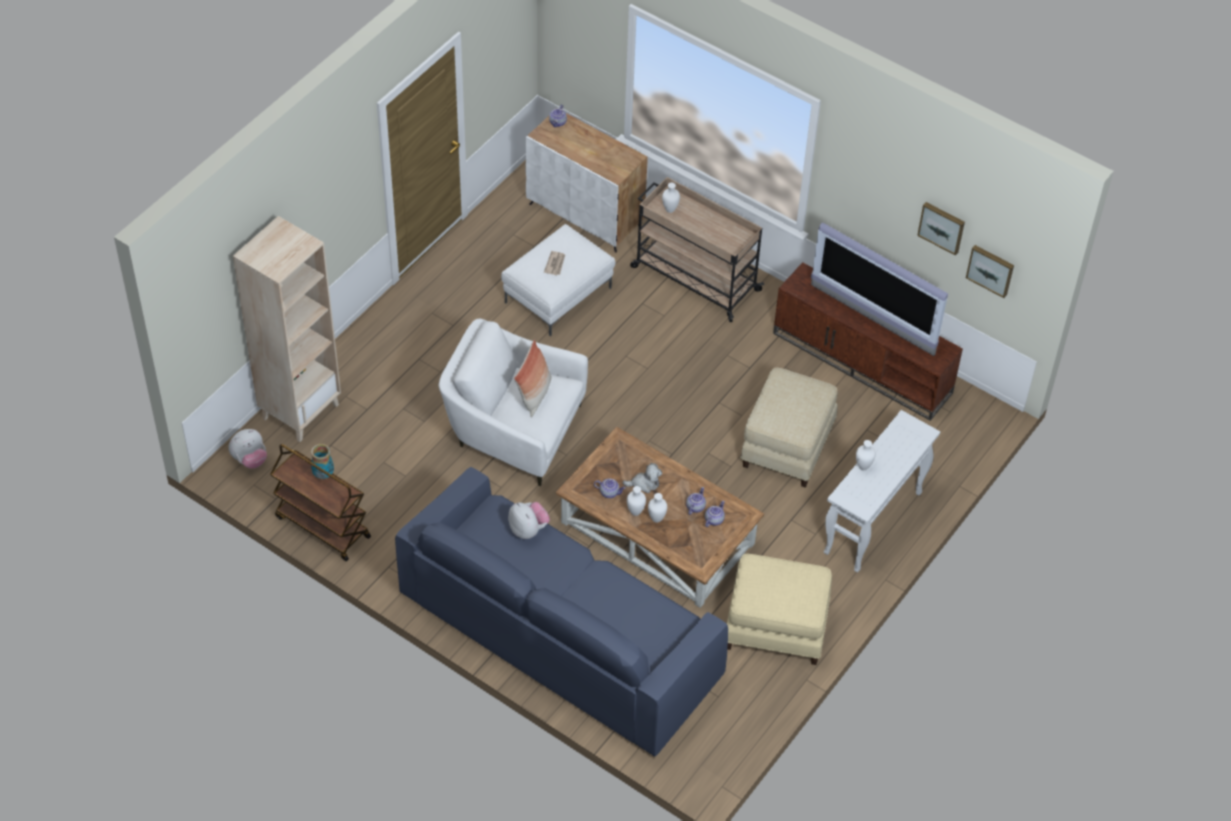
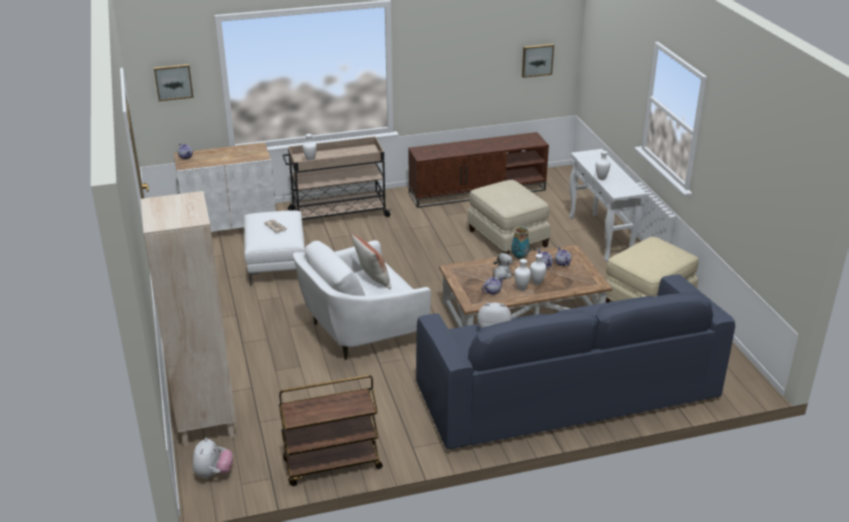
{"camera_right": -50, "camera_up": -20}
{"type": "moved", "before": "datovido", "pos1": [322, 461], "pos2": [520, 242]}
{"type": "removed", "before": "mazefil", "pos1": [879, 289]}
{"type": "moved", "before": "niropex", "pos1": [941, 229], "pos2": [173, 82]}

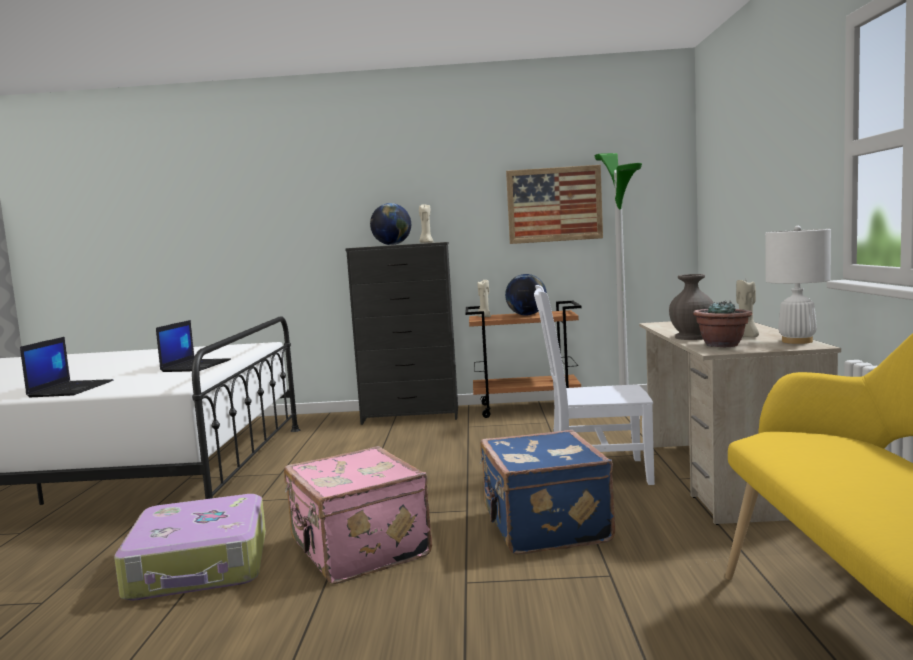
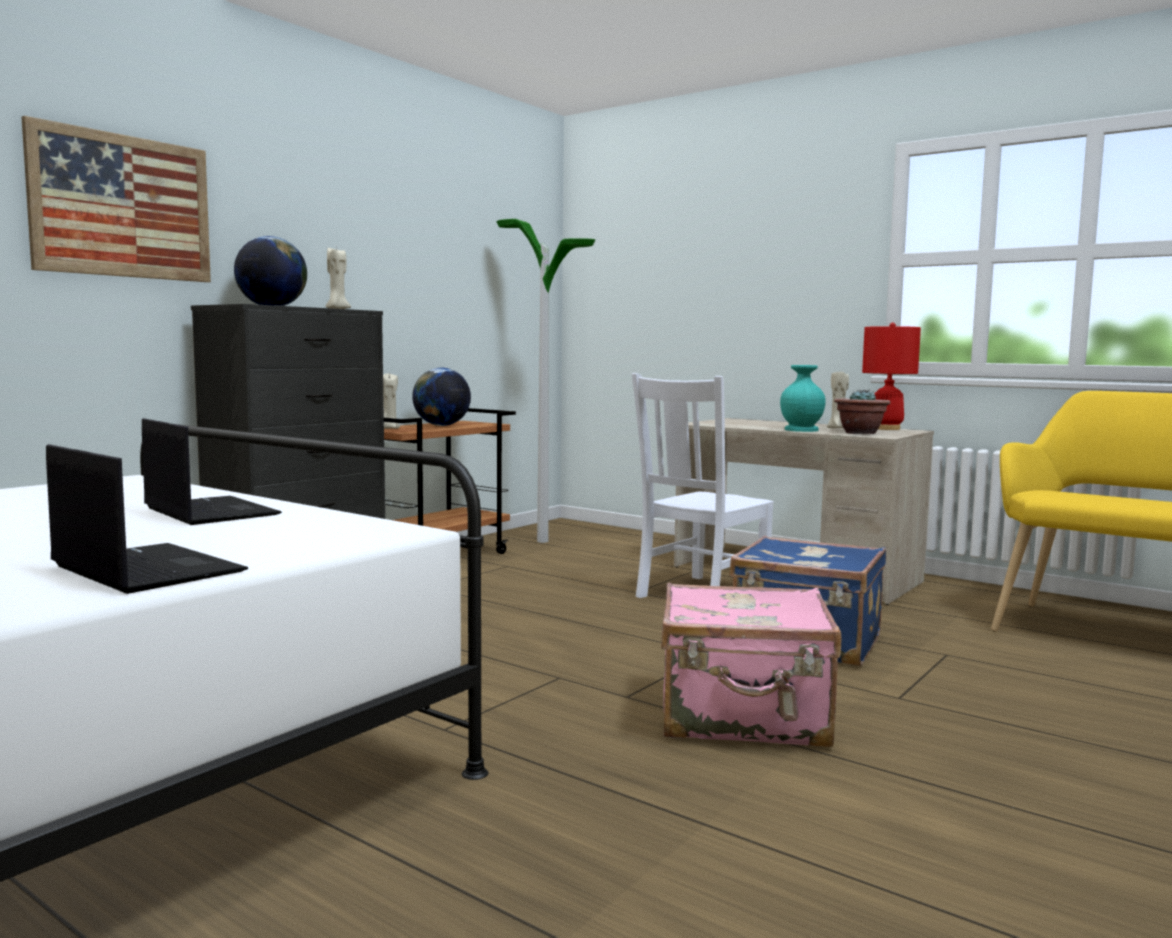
{"camera_right": -55, "camera_up": 0}
{"type": "removed", "before": "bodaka", "pos1": [190, 547]}
{"type": "moved", "before": "niropex", "pos1": [554, 204], "pos2": [116, 199]}
{"type": "recoloured", "before": "grey_datovido", "after": "turquoise_datovido", "pos1": [691, 307], "pos2": [803, 398]}
{"type": "recoloured", "before": "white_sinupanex", "after": "red_sinupanex", "pos1": [798, 285], "pos2": [891, 376]}

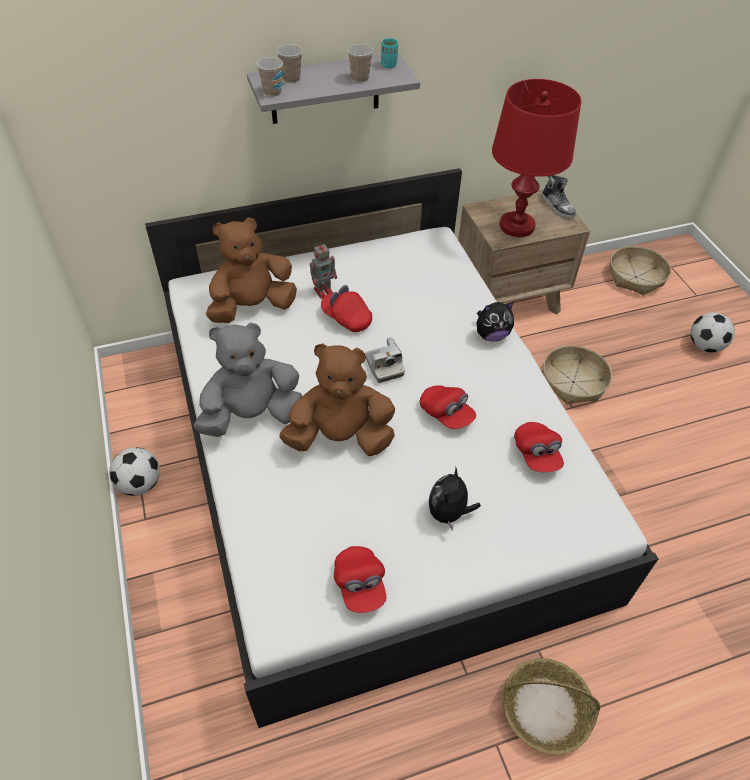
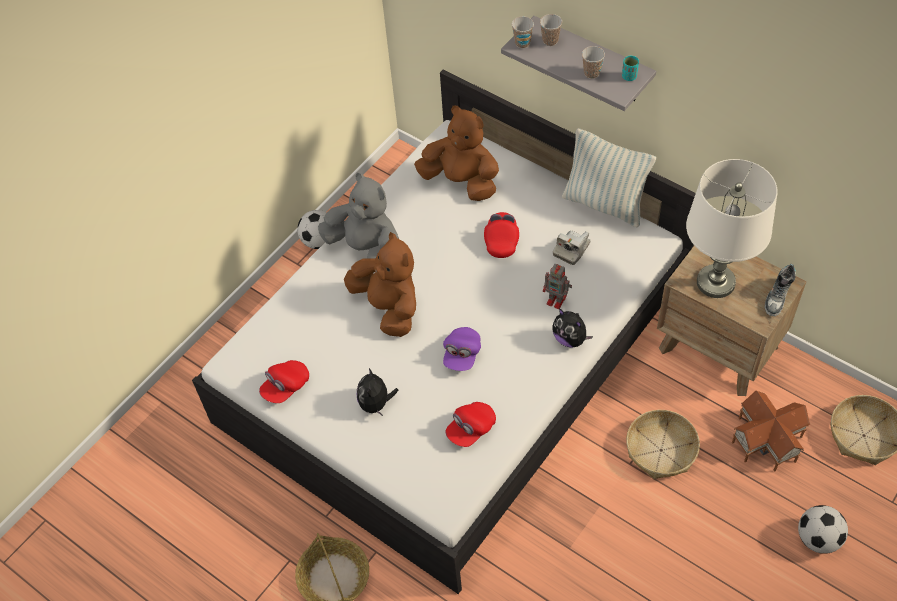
{"camera_right": 60, "camera_up": 5}
{"type": "moved", "before": "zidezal", "pos1": [323, 270], "pos2": [557, 286]}
{"type": "moved", "before": "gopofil", "pos1": [385, 360], "pos2": [572, 247]}
{"type": "recoloured", "before": "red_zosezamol", "after": "purple_zosezamol", "pos1": [448, 407], "pos2": [462, 349]}
{"type": "turned", "before": "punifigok", "pos1": [454, 499], "pos2": [377, 392], "turn": -75}
{"type": "recoloured", "before": "red_sinupanex", "after": "white_sinupanex", "pos1": [536, 158], "pos2": [731, 228]}
{"type": "added", "after": "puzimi", "pos2": [609, 177]}
{"type": "added", "after": "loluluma", "pos2": [771, 431]}

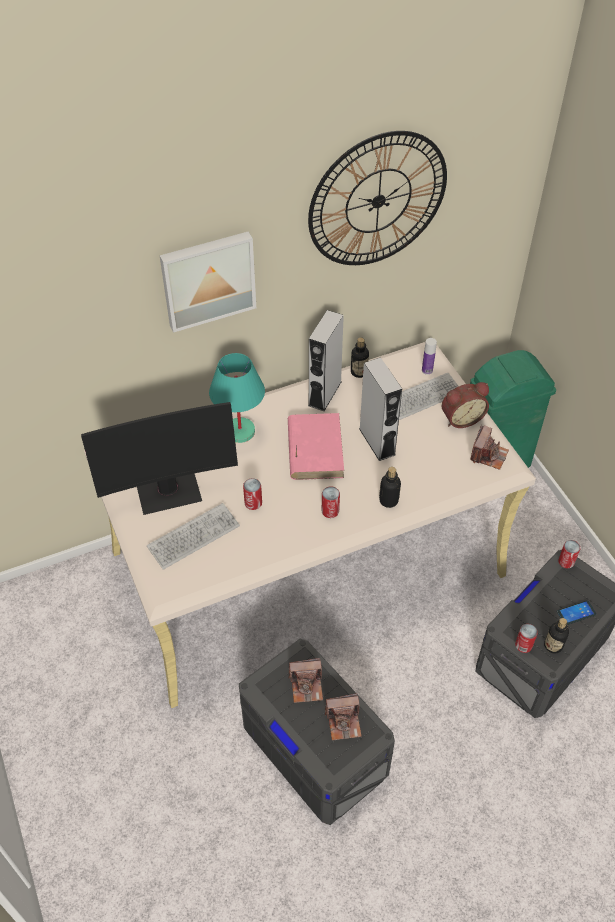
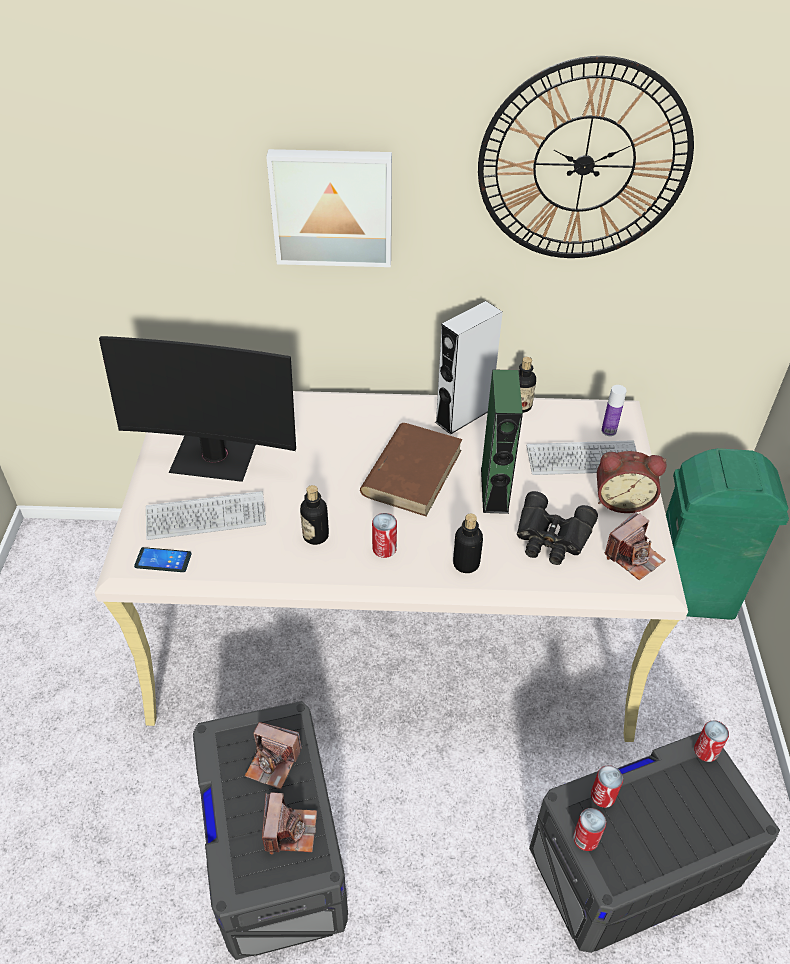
{"camera_right": 25, "camera_up": -5}
{"type": "removed", "before": "turquoise_sinupanex", "pos1": [237, 398]}
{"type": "moved", "before": "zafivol", "pos1": [252, 494], "pos2": [607, 786]}
{"type": "recoloured", "before": "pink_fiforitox", "after": "brown_fiforitox", "pos1": [316, 446], "pos2": [411, 469]}
{"type": "turned", "before": "gopofil", "pos1": [343, 716], "pos2": [289, 823], "turn": -105}
{"type": "recoloured", "before": "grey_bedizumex", "after": "green_bedizumex", "pos1": [380, 409], "pos2": [502, 441]}
{"type": "moved", "before": "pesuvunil", "pos1": [556, 636], "pos2": [314, 515]}
{"type": "moved", "before": "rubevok", "pos1": [576, 612], "pos2": [163, 559]}
{"type": "added", "after": "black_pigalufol", "pos2": [557, 528]}

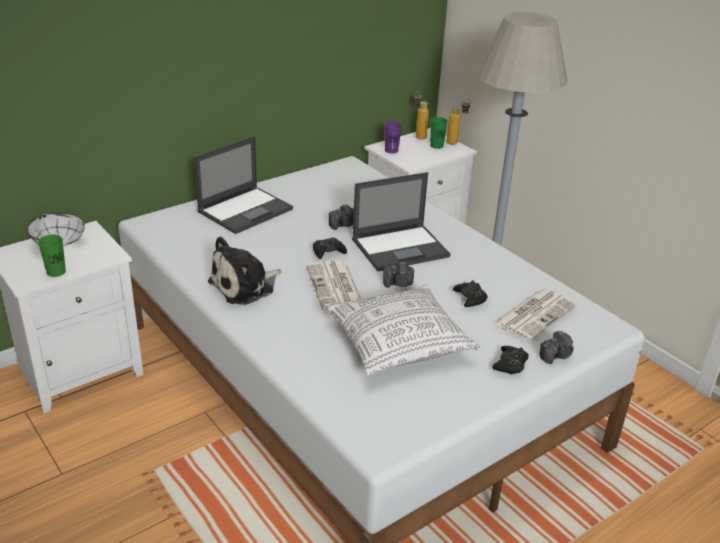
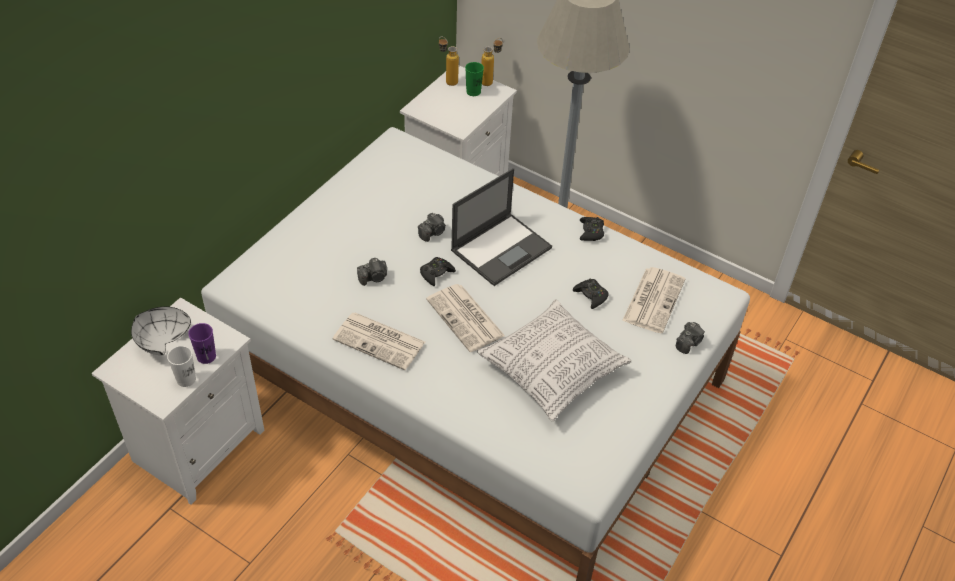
{"camera_right": -20, "camera_up": 15}
{"type": "recoloured", "before": "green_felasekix", "after": "white_felasekix", "pos1": [52, 256], "pos2": [181, 366]}
{"type": "removed", "before": "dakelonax", "pos1": [243, 185]}
{"type": "replaced", "before": "punifigok", "after": "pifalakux", "pos1": [244, 270], "pos2": [378, 341]}
{"type": "moved", "before": "gopofil", "pos1": [398, 275], "pos2": [372, 272]}
{"type": "moved", "before": "purple_felasekix", "pos1": [393, 137], "pos2": [202, 343]}
{"type": "moved", "before": "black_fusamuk", "pos1": [510, 360], "pos2": [592, 229]}

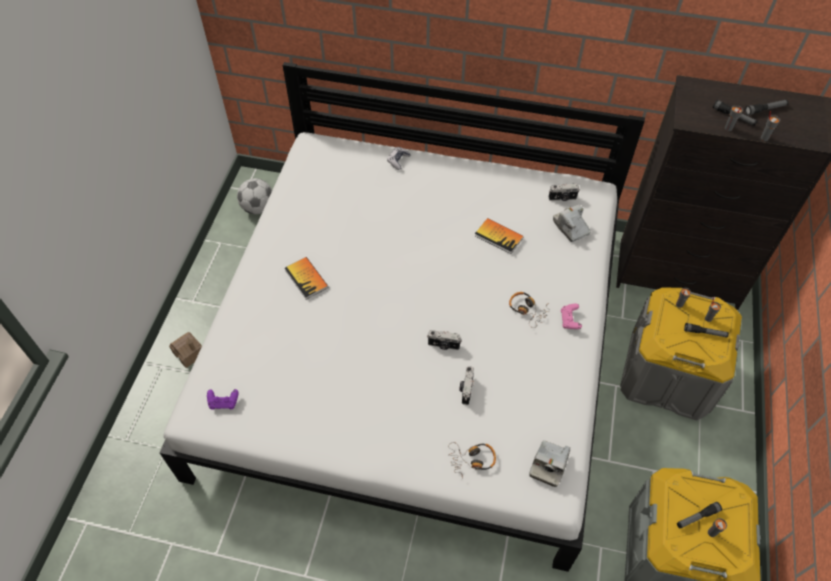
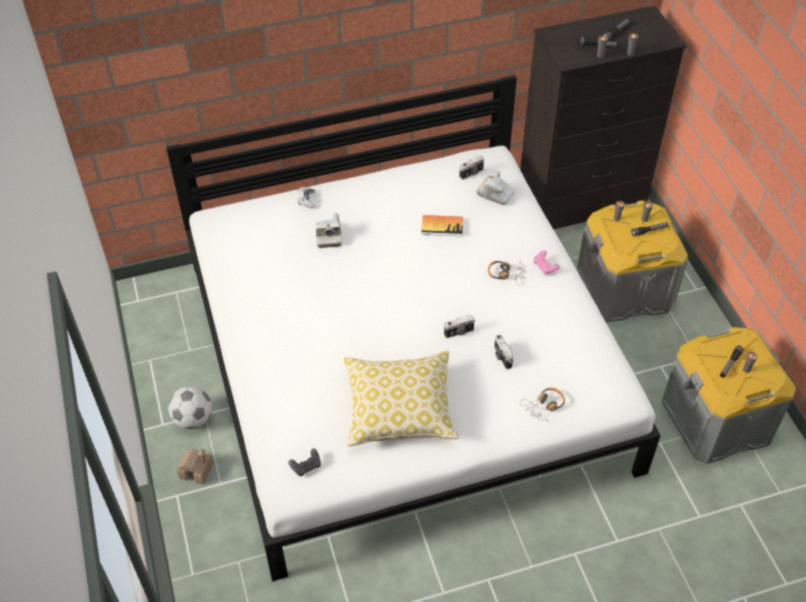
{"camera_right": -30, "camera_up": -5}
{"type": "recoloured", "before": "purple_fusamuk", "after": "black_fusamuk", "pos1": [223, 399], "pos2": [304, 463]}
{"type": "moved", "before": "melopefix", "pos1": [254, 196], "pos2": [190, 407]}
{"type": "removed", "before": "fiforitox", "pos1": [306, 278]}
{"type": "moved", "before": "gopofil", "pos1": [549, 463], "pos2": [329, 230]}
{"type": "added", "after": "puzimi", "pos2": [401, 398]}

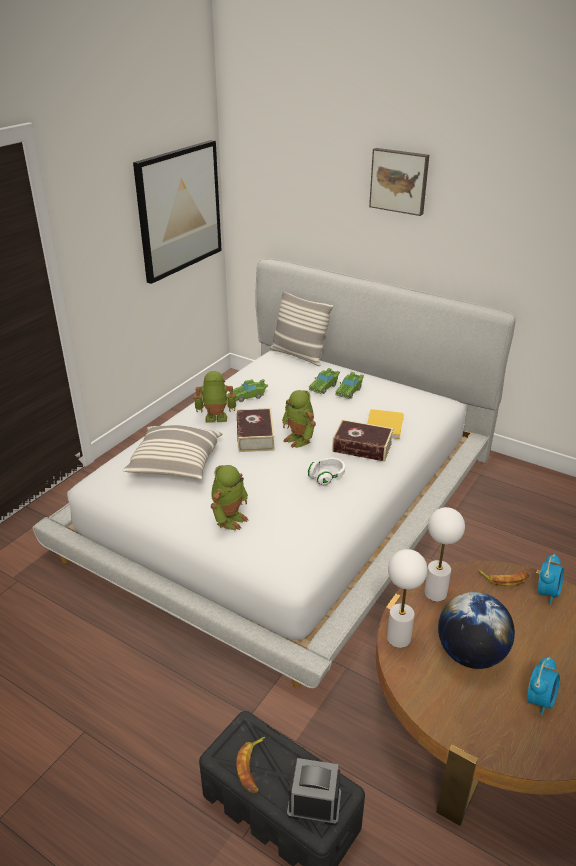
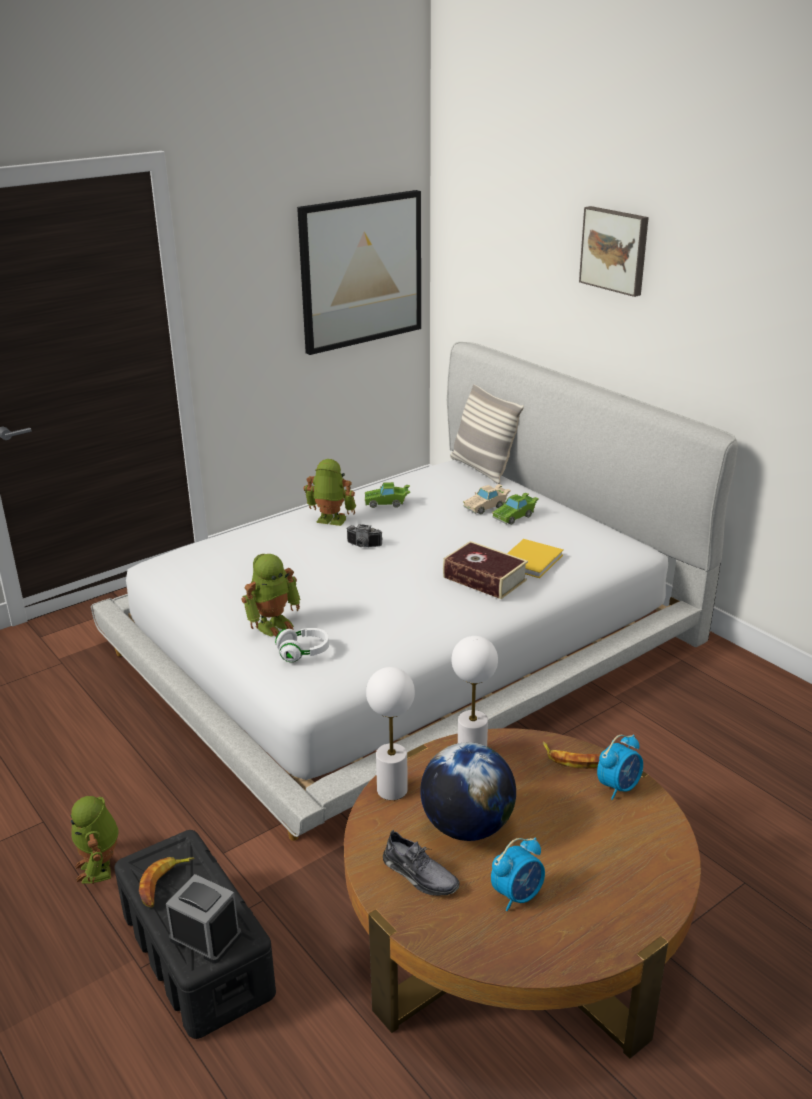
{"camera_right": 20, "camera_up": -5}
{"type": "removed", "before": "puzimi", "pos1": [172, 452]}
{"type": "replaced", "before": "fiforitox", "after": "gopofil", "pos1": [256, 430], "pos2": [364, 535]}
{"type": "moved", "before": "zidezal", "pos1": [299, 419], "pos2": [95, 840]}
{"type": "moved", "before": "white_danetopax", "pos1": [326, 471], "pos2": [302, 645]}
{"type": "recoloured", "before": "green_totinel", "after": "beige_totinel", "pos1": [324, 381], "pos2": [487, 499]}
{"type": "added", "after": "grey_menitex", "pos2": [421, 863]}

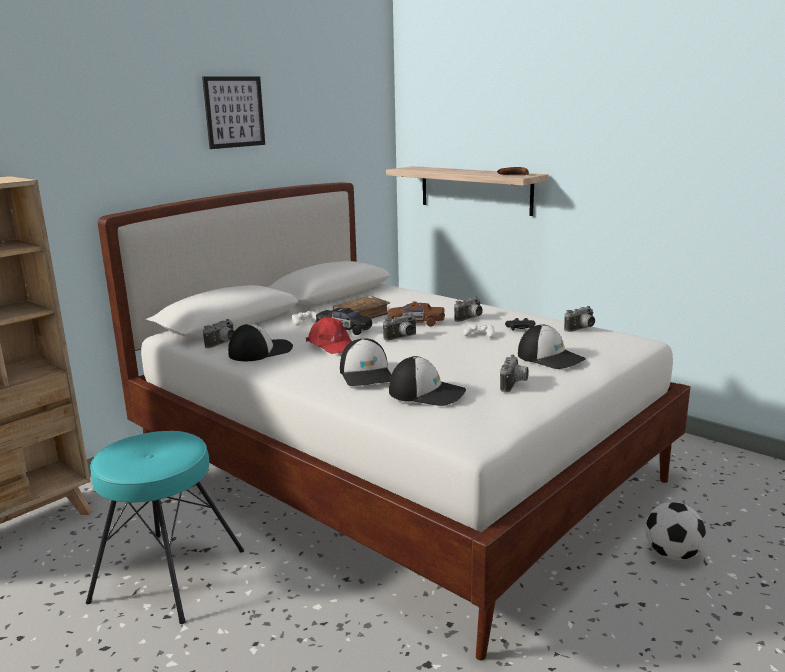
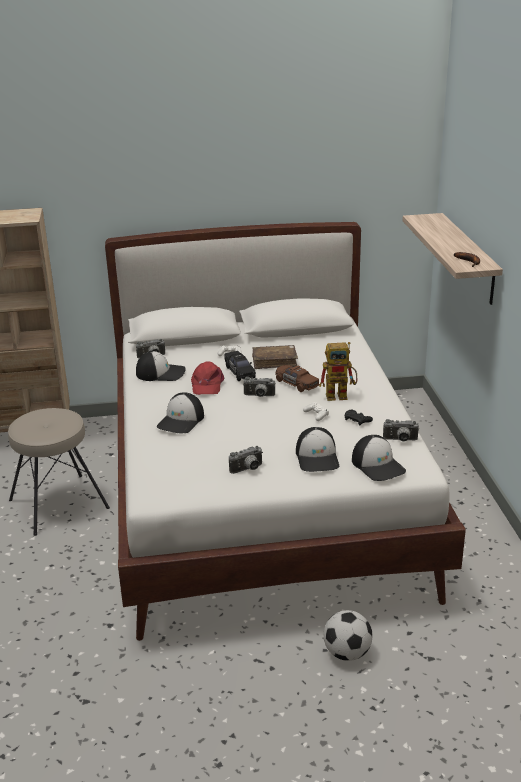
{"camera_right": 40, "camera_up": 10}
{"type": "recoloured", "before": "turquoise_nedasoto", "after": "beige_nedasoto", "pos1": [165, 527], "pos2": [59, 472]}
{"type": "removed", "before": "niropex", "pos1": [233, 112]}
{"type": "moved", "before": "zosezamol", "pos1": [427, 381], "pos2": [379, 458]}
{"type": "replaced", "before": "gopofil", "after": "zidezal", "pos1": [468, 309], "pos2": [338, 371]}

